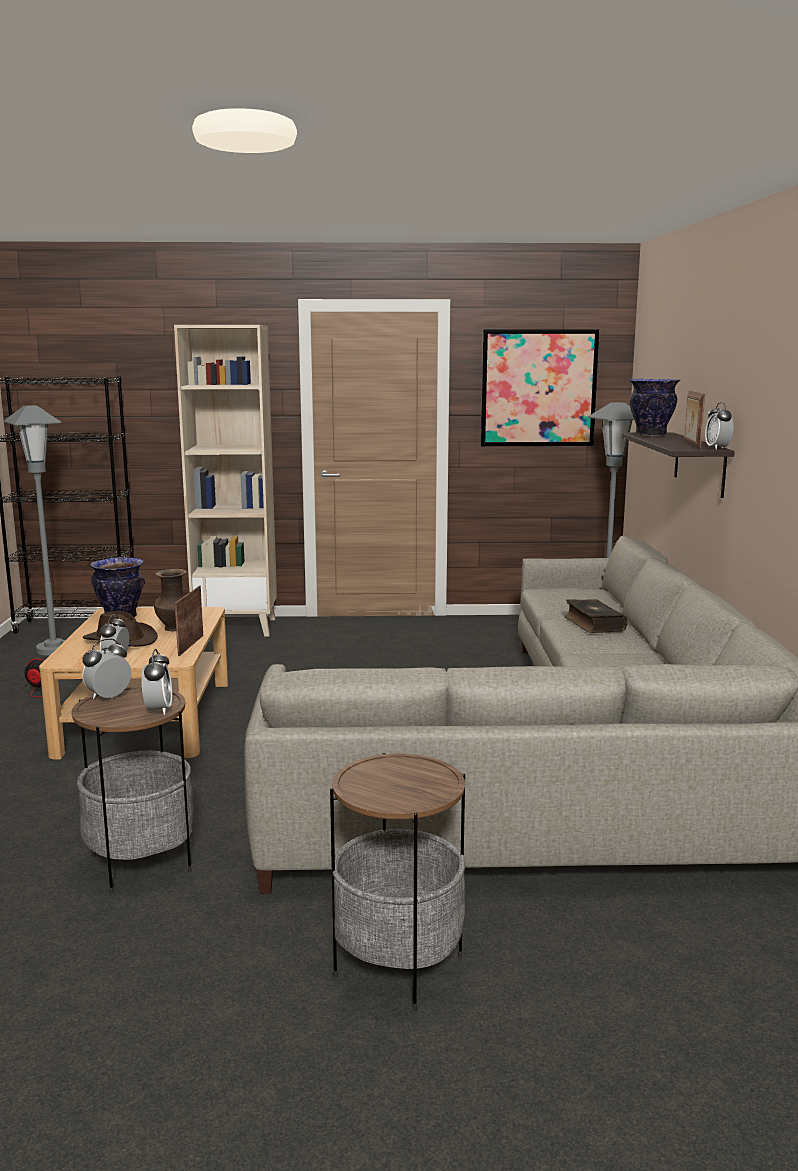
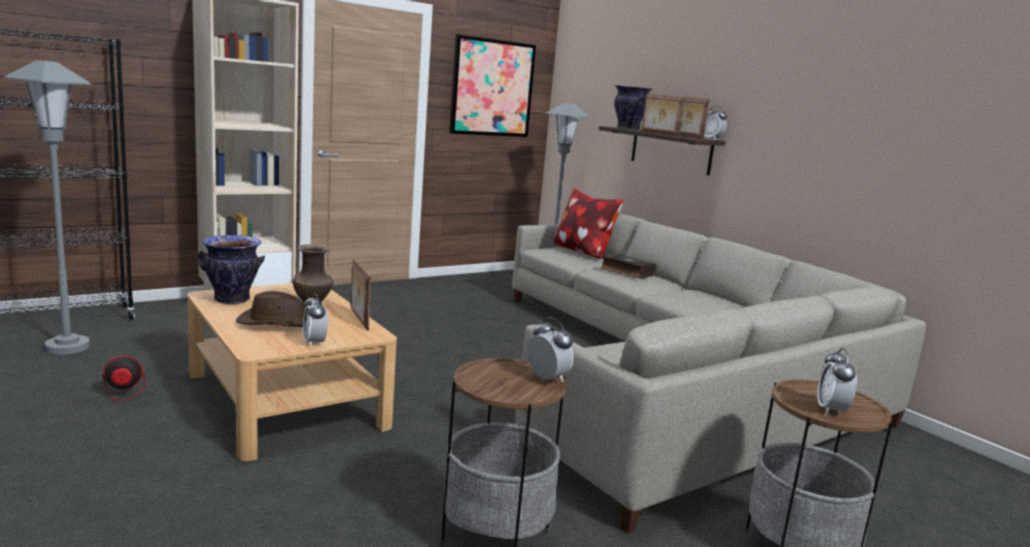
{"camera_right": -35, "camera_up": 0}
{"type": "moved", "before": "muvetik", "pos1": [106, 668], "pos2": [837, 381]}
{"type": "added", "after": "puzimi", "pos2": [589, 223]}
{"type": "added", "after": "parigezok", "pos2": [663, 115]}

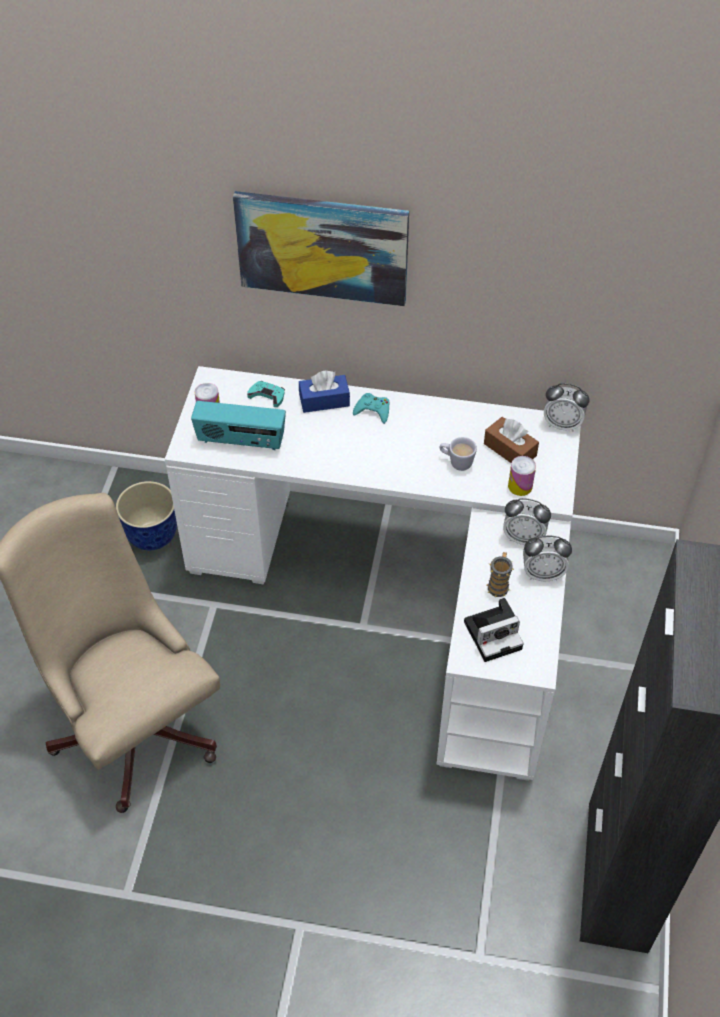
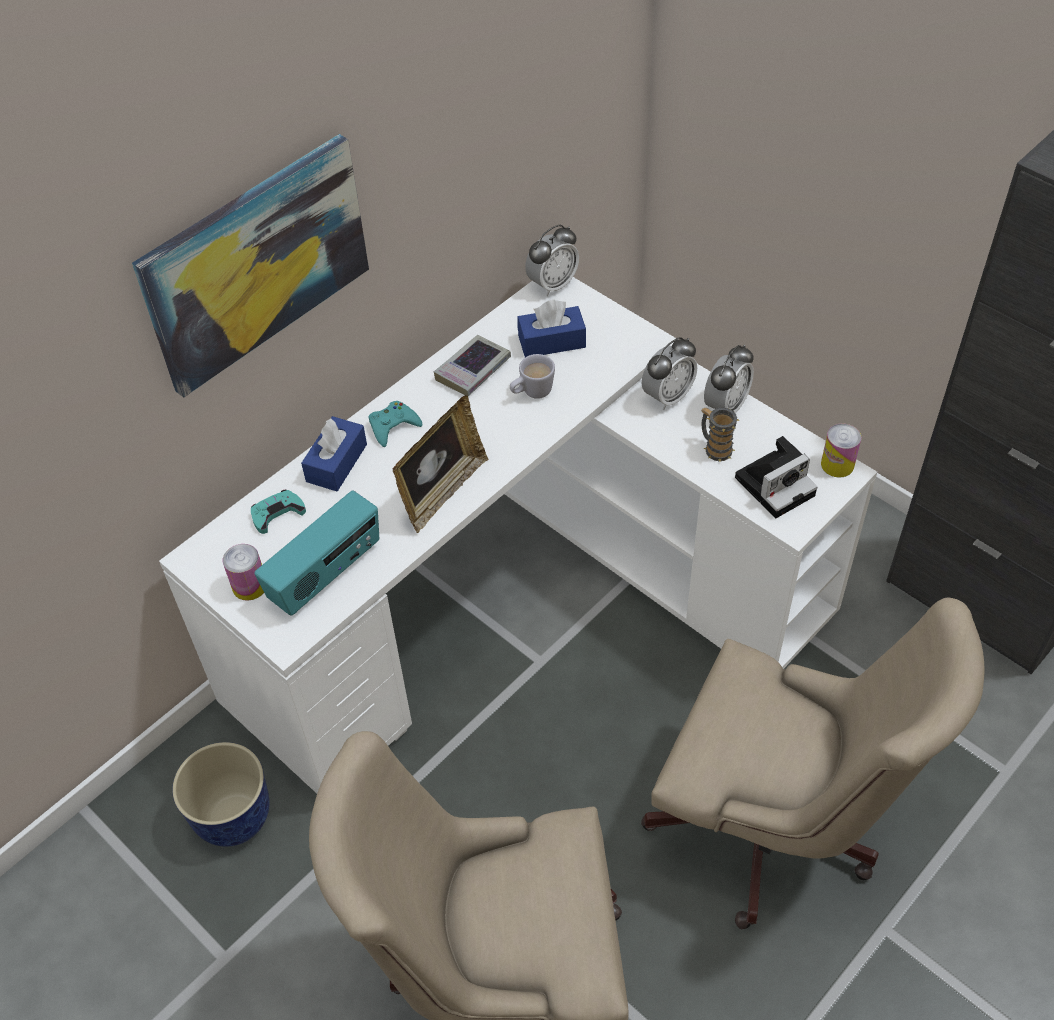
{"camera_right": -55, "camera_up": 0}
{"type": "turned", "before": "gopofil", "pos1": [493, 630], "pos2": [776, 477], "turn": 45}
{"type": "recoloured", "before": "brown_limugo", "after": "blue_limugo", "pos1": [511, 440], "pos2": [551, 328]}
{"type": "moved", "before": "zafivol", "pos1": [522, 476], "pos2": [841, 450]}
{"type": "added", "after": "parigezok", "pos2": [440, 464]}
{"type": "added", "after": "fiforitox", "pos2": [472, 365]}
{"type": "added", "after": "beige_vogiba", "pos2": [813, 763]}

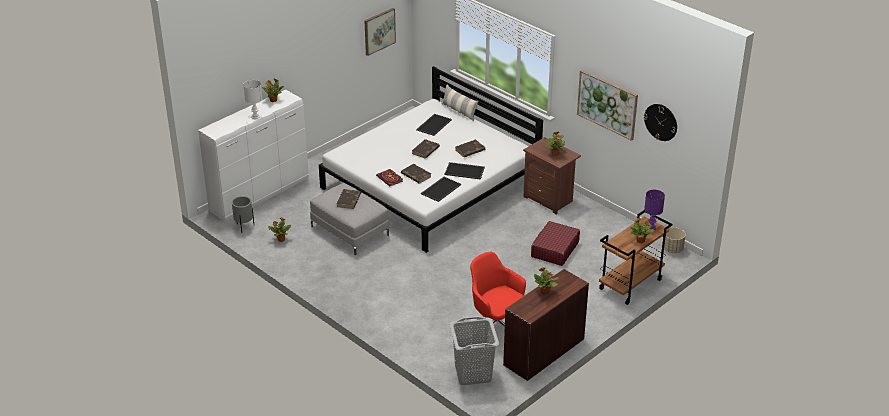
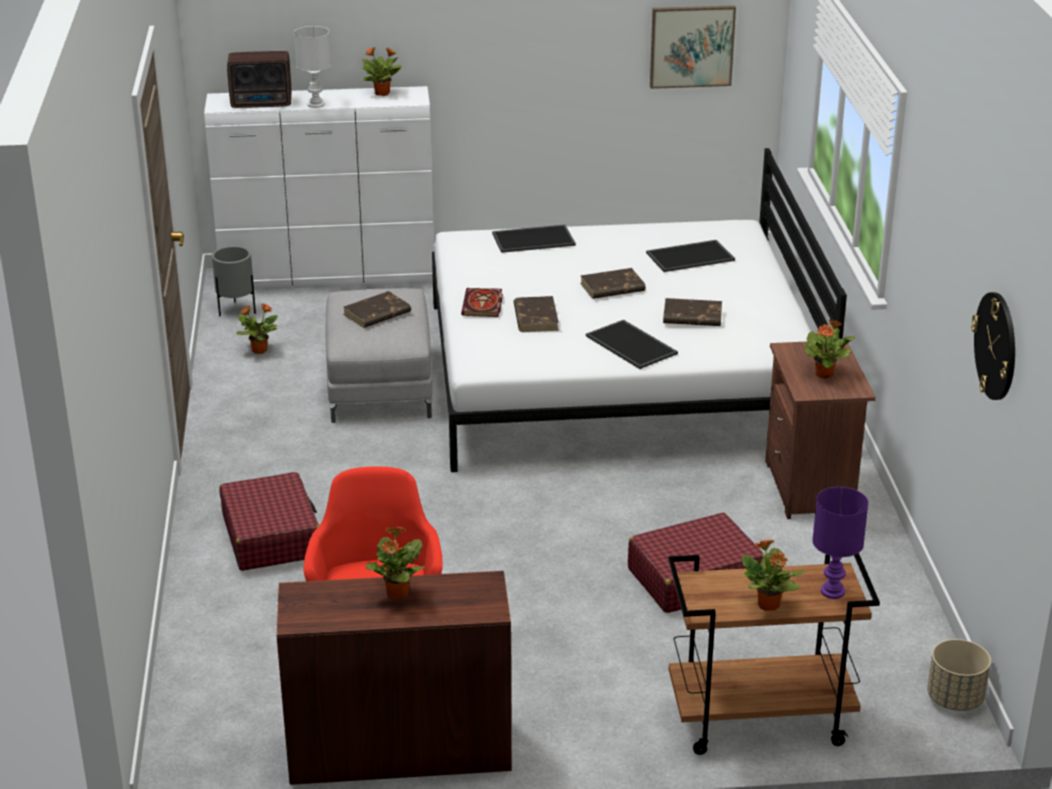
{"camera_right": 40, "camera_up": -5}
{"type": "moved", "before": "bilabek", "pos1": [441, 189], "pos2": [534, 239]}
{"type": "removed", "before": "puzimi", "pos1": [460, 102]}
{"type": "removed", "before": "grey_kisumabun", "pos1": [474, 350]}
{"type": "removed", "before": "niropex", "pos1": [607, 105]}
{"type": "added", "after": "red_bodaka", "pos2": [269, 521]}
{"type": "added", "after": "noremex", "pos2": [259, 79]}

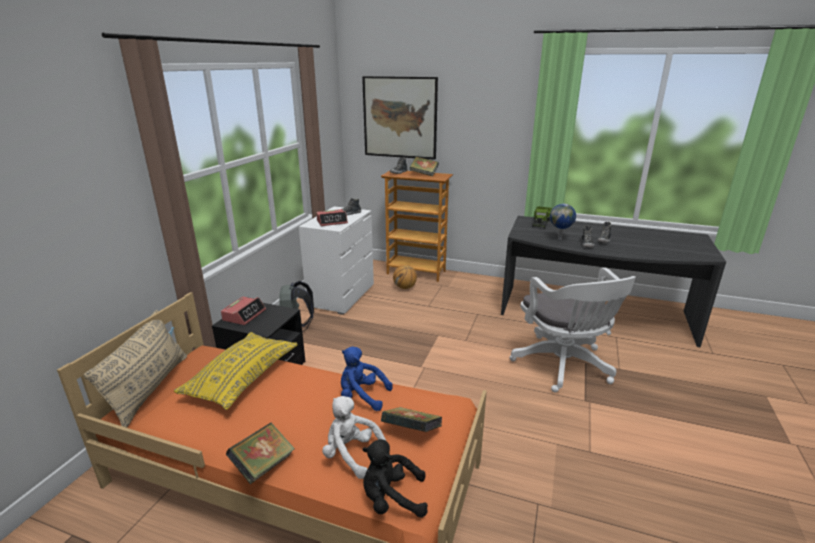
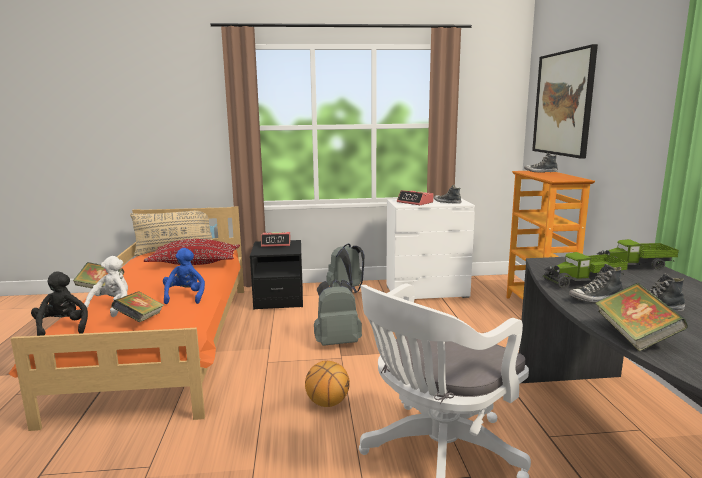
{"camera_right": 65, "camera_up": -10}
{"type": "recoloured", "before": "yellow_puzimi", "after": "red_puzimi", "pos1": [236, 371], "pos2": [192, 252]}
{"type": "moved", "before": "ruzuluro", "pos1": [405, 277], "pos2": [327, 384]}
{"type": "moved", "before": "fiforitox", "pos1": [424, 166], "pos2": [641, 317]}
{"type": "replaced", "before": "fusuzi", "after": "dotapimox", "pos1": [563, 222], "pos2": [585, 270]}
{"type": "added", "after": "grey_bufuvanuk", "pos2": [338, 312]}

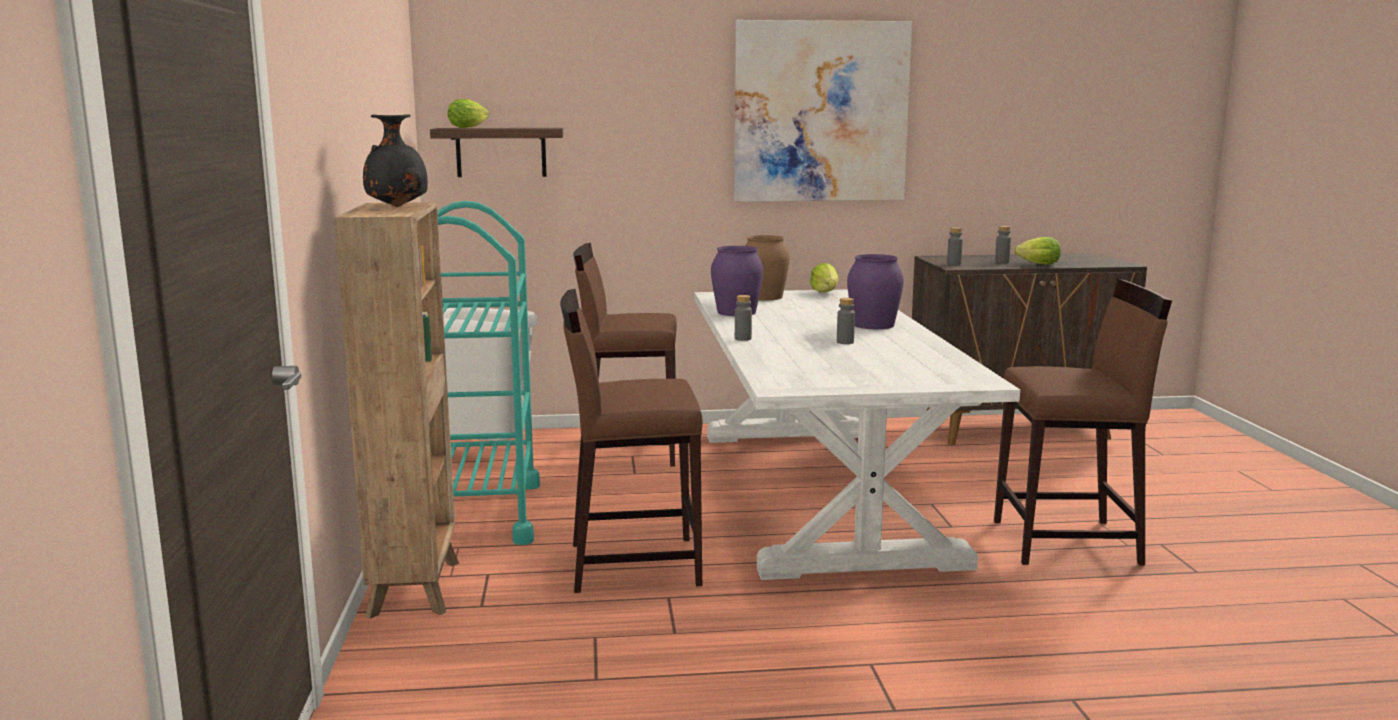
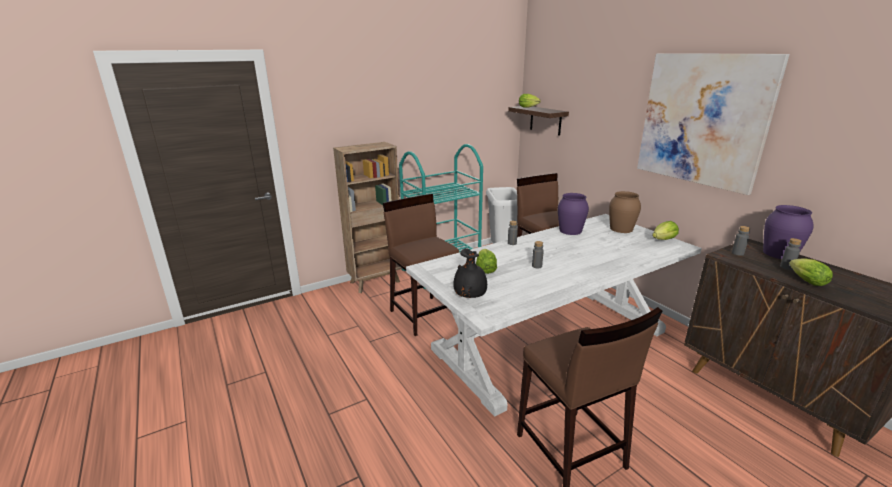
{"camera_right": 65, "camera_up": 10}
{"type": "moved", "before": "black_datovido", "pos1": [395, 160], "pos2": [470, 273]}
{"type": "moved", "before": "purple_datovido", "pos1": [875, 291], "pos2": [788, 232]}
{"type": "added", "after": "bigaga", "pos2": [486, 261]}

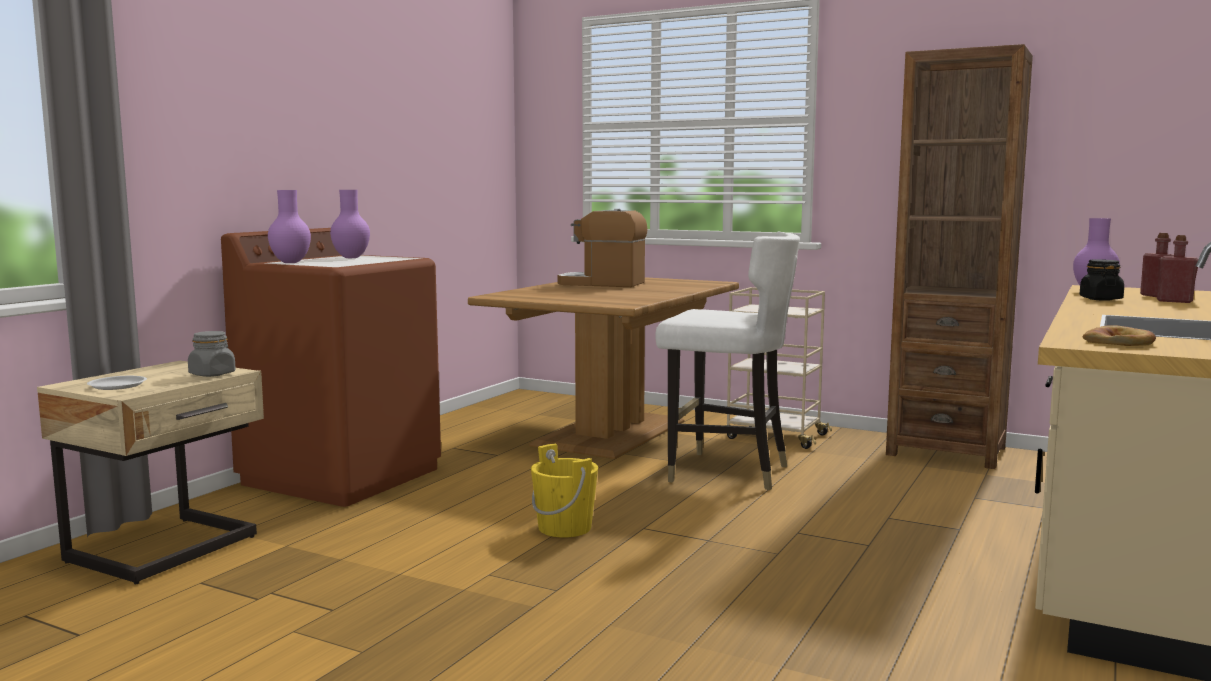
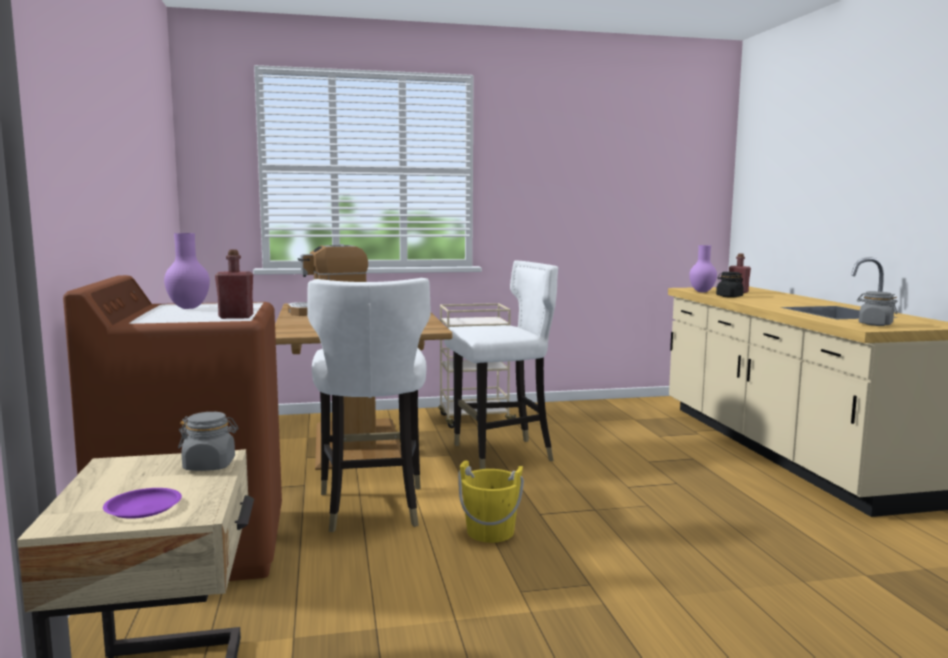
{"camera_right": -40, "camera_up": 0}
{"type": "recoloured", "before": "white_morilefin", "after": "purple_morilefin", "pos1": [117, 383], "pos2": [142, 503]}
{"type": "removed", "before": "purple_datovido", "pos1": [289, 226]}
{"type": "removed", "before": "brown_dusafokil", "pos1": [959, 256]}
{"type": "replaced", "before": "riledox", "after": "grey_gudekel", "pos1": [1119, 335], "pos2": [877, 308]}
{"type": "moved", "before": "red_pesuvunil", "pos1": [1177, 269], "pos2": [234, 284]}
{"type": "added", "after": "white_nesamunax", "pos2": [369, 405]}

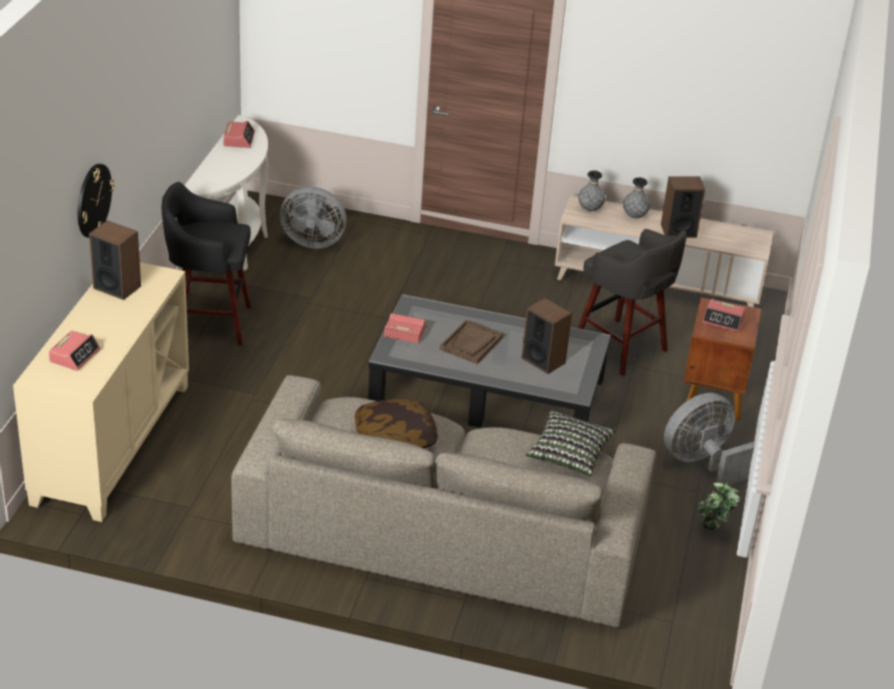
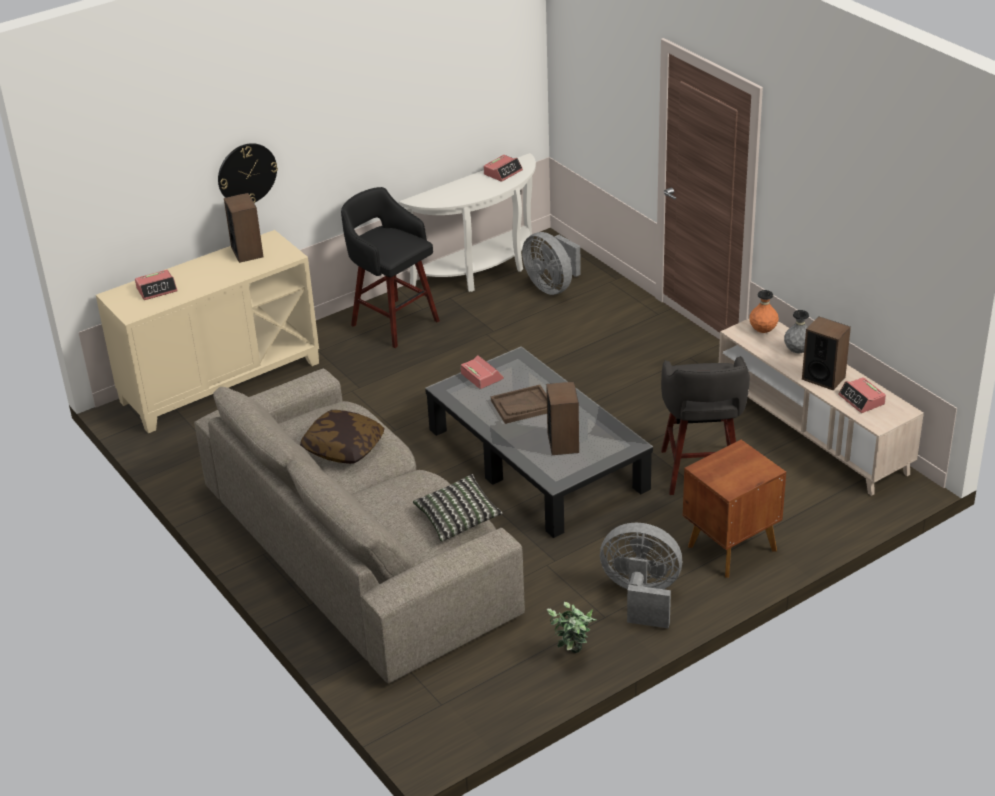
{"camera_right": 45, "camera_up": 0}
{"type": "recoloured", "before": "grey_datovido", "after": "orange_datovido", "pos1": [592, 191], "pos2": [764, 311]}
{"type": "moved", "before": "muvetik", "pos1": [724, 315], "pos2": [862, 395]}

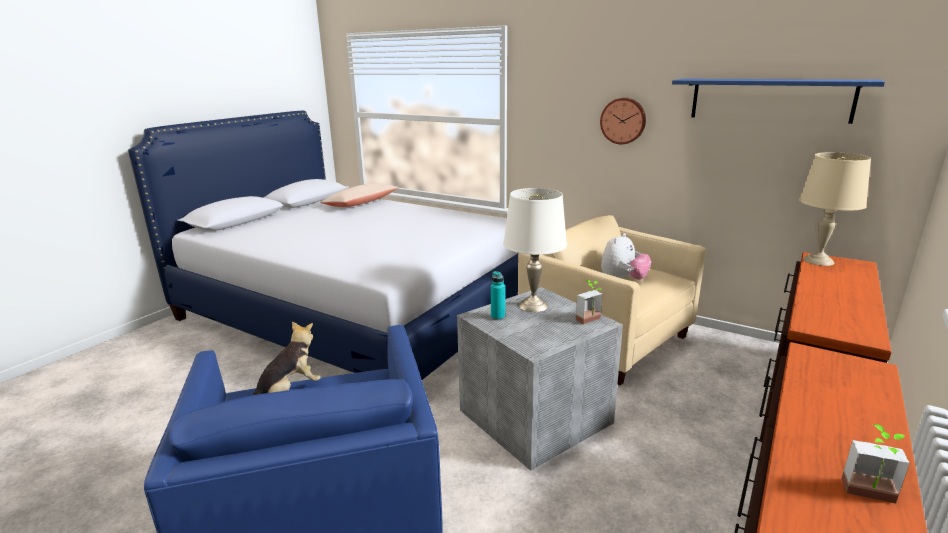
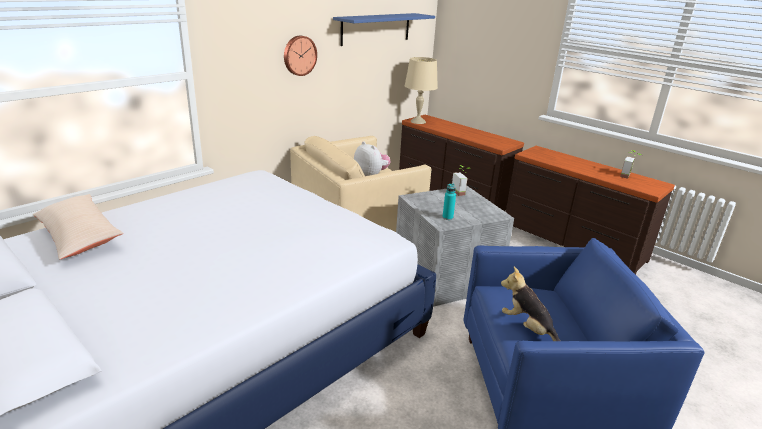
{"camera_right": -80, "camera_up": 5}
{"type": "removed", "before": "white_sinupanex", "pos1": [535, 250]}

